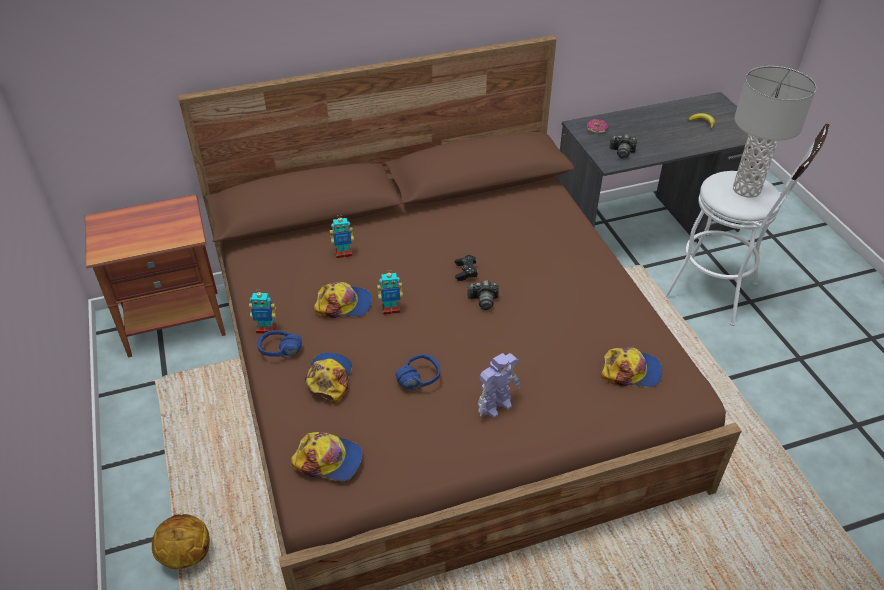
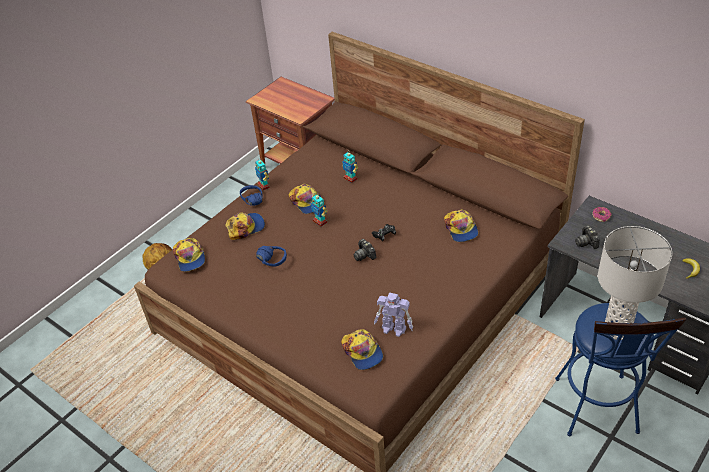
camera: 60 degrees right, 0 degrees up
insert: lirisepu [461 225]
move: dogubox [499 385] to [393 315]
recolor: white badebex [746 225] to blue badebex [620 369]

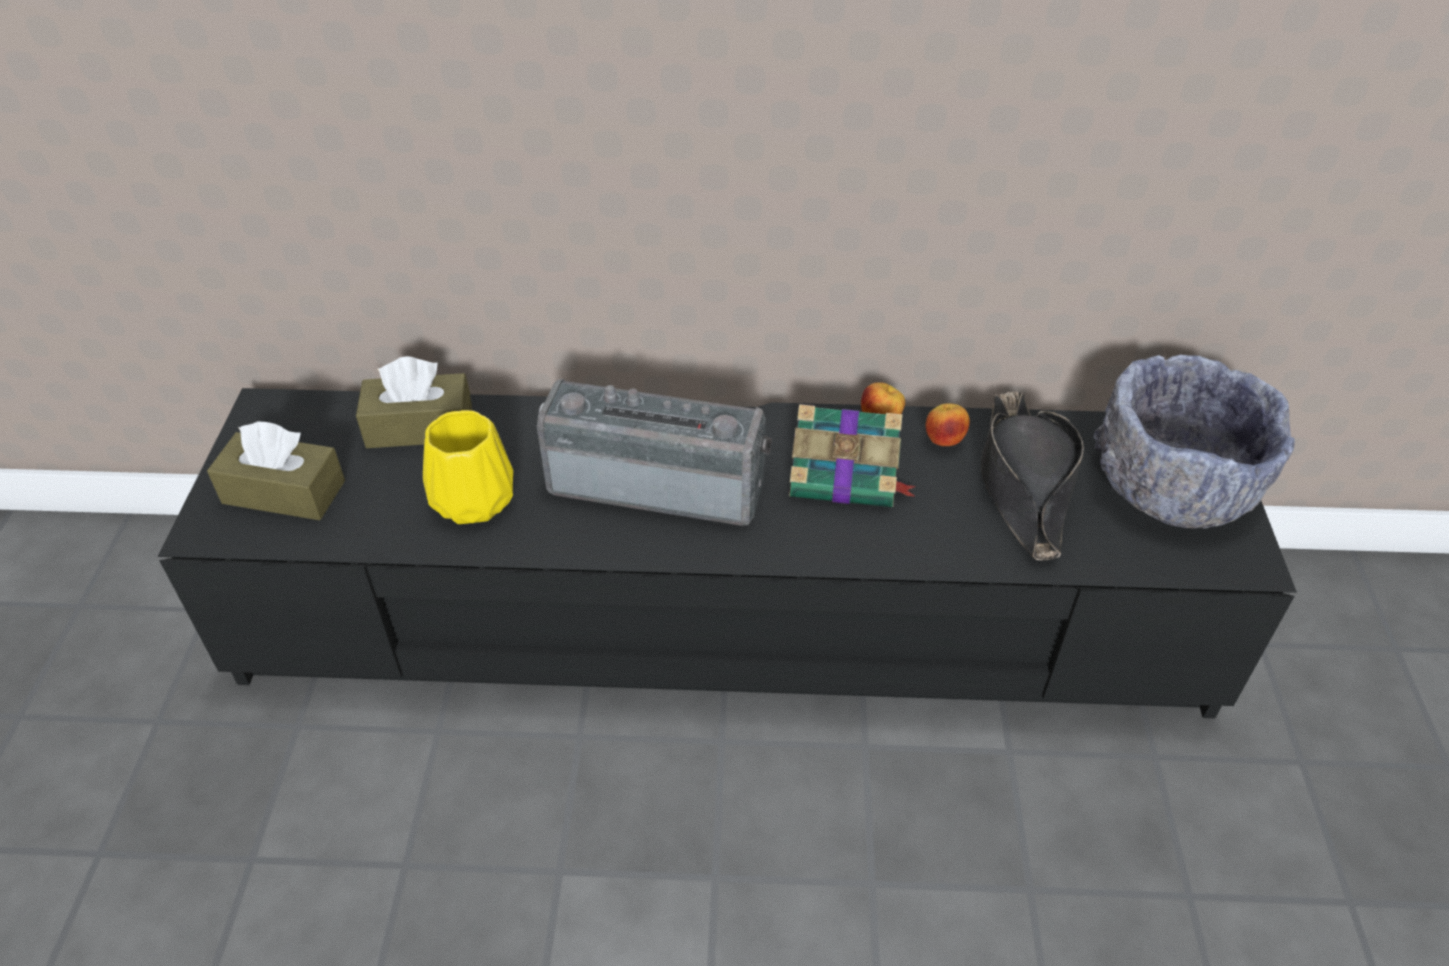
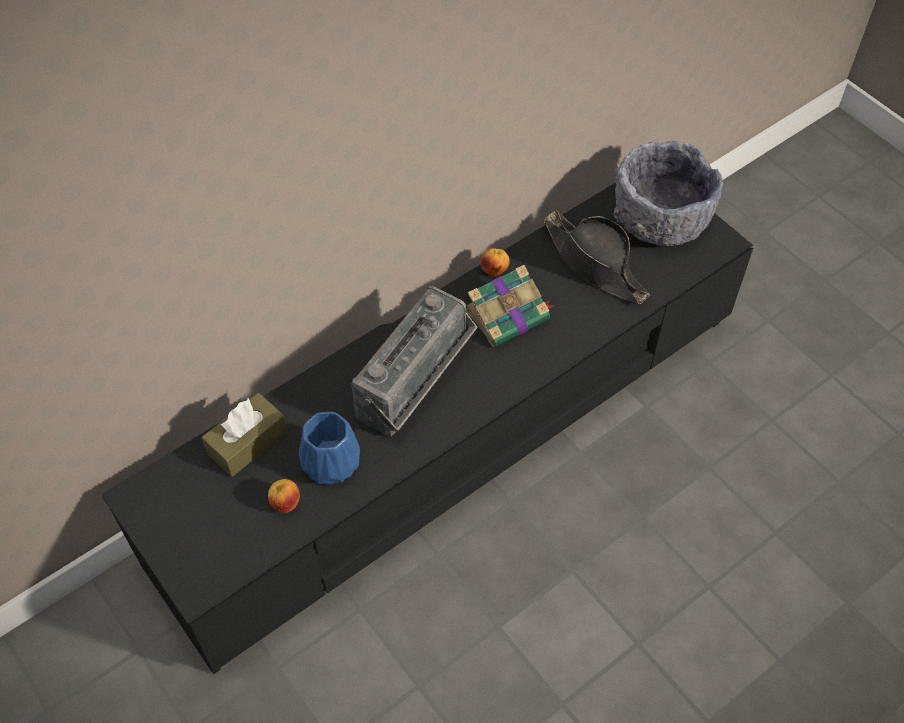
camera: 40 degrees left, 10 degrees up
delete: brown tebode [276 470]
move: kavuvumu [947 425] to [284 496]
recolor: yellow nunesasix [468 467] to blue nunesasix [329 448]
rotate: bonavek [654 452] = [414 361] 150 degrees clockwise

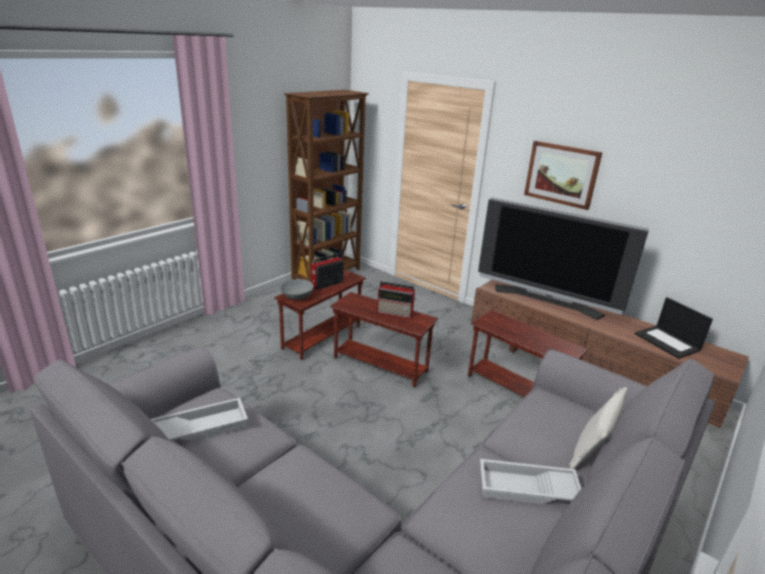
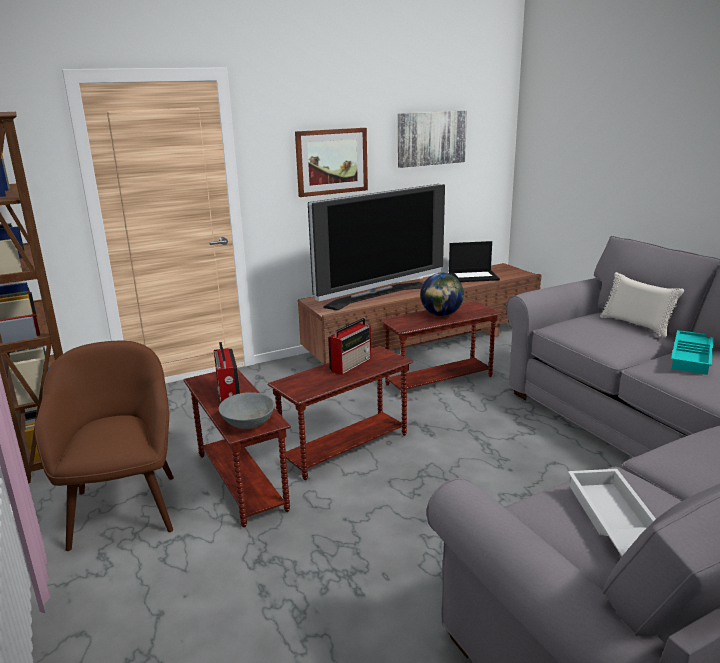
camera: 65 degrees left, 5 degrees down
insert: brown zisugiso [104 446]; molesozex [432 139]; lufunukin [442 294]
recolor: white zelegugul [530 481] to turquoise zelegugul [692 352]

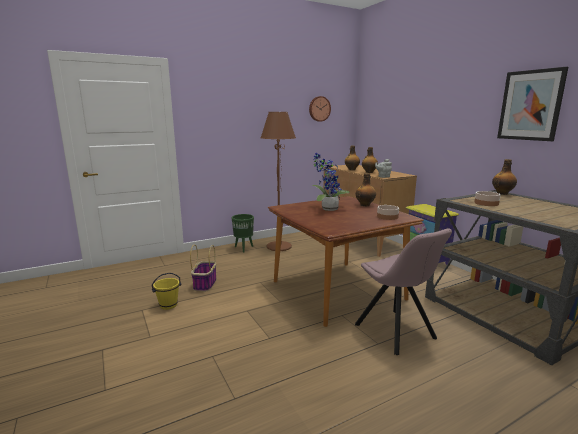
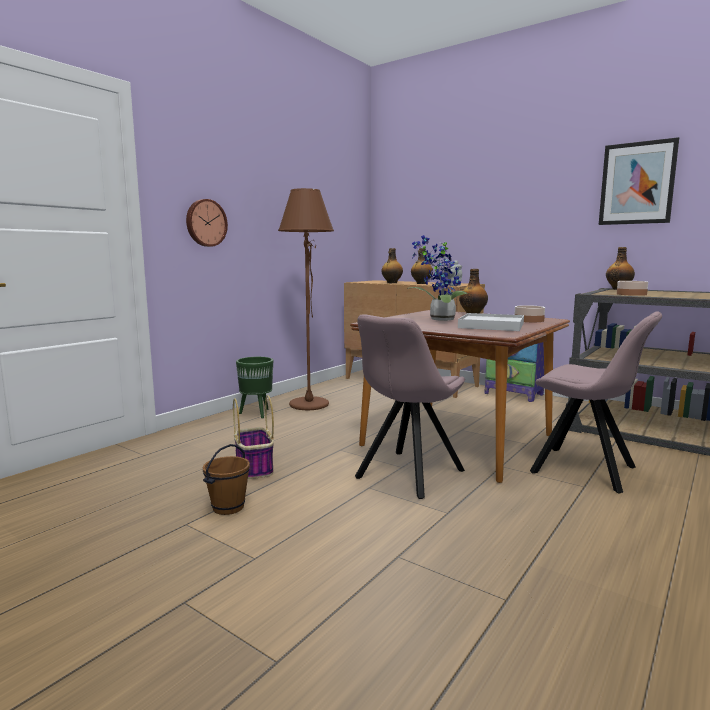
camera: 25 degrees left, 5 degrees down
insert: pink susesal [410 406]; white zelegugul [491 322]
move: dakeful [320 109] to [207 223]
recolor: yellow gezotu [166 291] to brown gezotu [226 479]

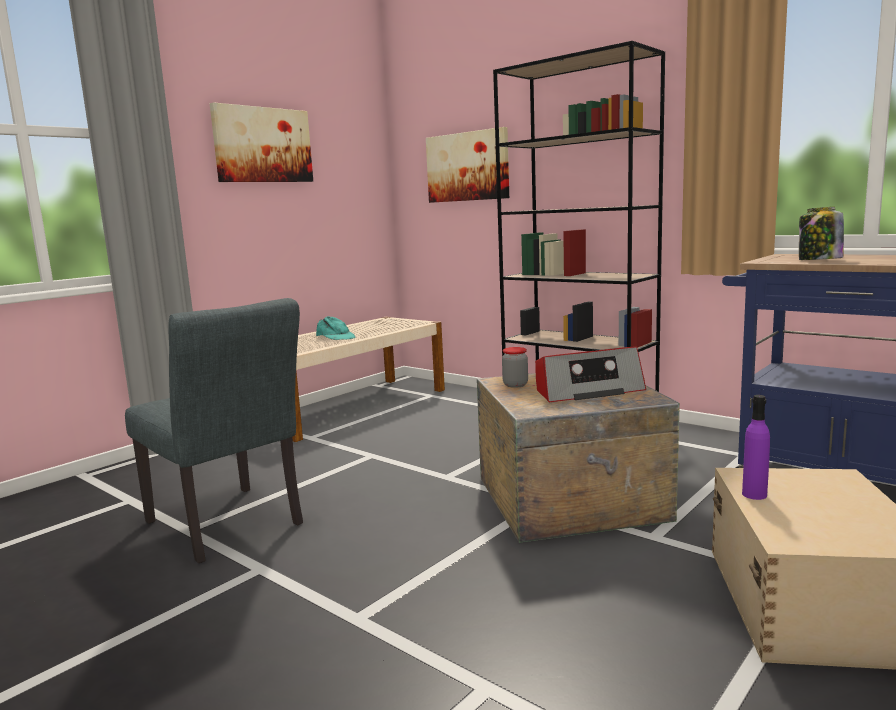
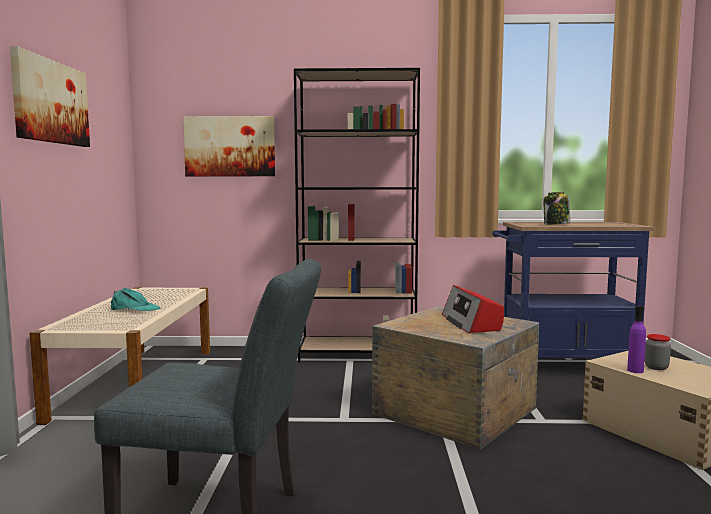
camera: 40 degrees left, 5 degrees down
move: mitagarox [515 367] to [657 352]
rotate: bonavek [590 374] = [473 309] 135 degrees clockwise

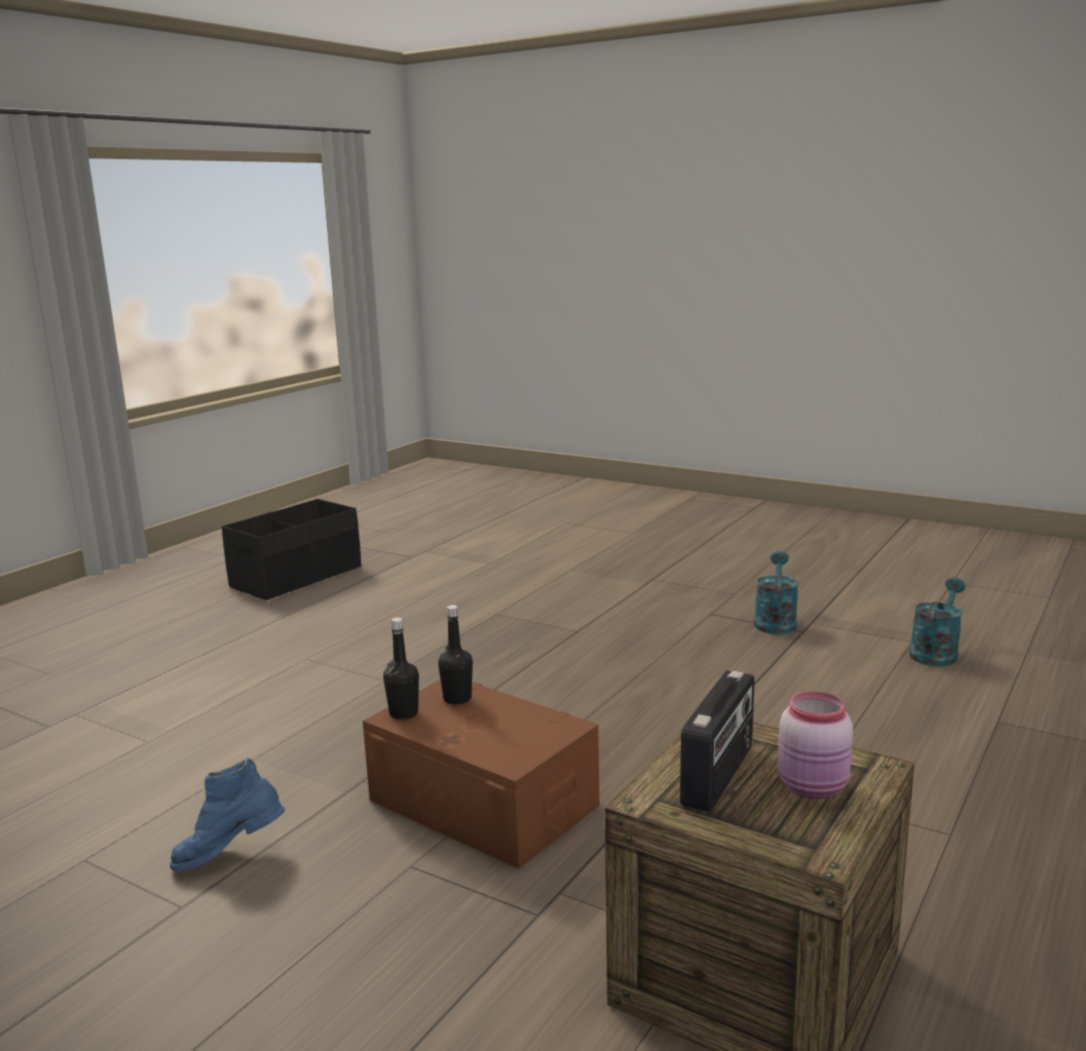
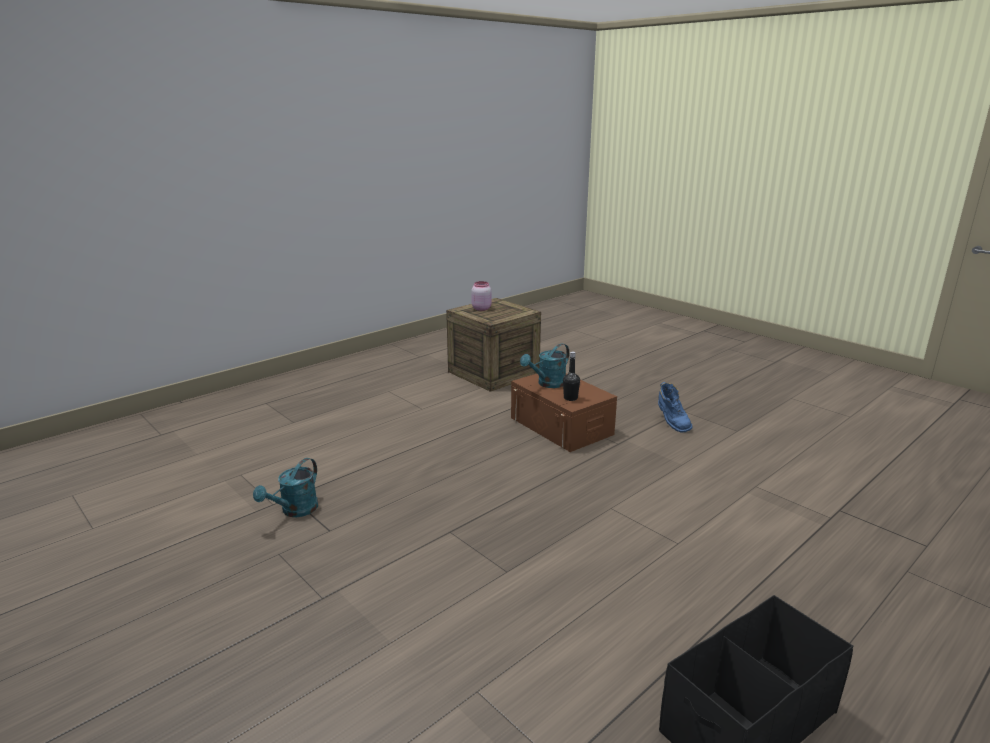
camera: 165 degrees left, 5 degrees up
delete: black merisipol [401 669]; bonavek [717 741]
move: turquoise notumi [937 622] to [544 365]
rotate: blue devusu [227 814] = [675 407] 75 degrees clockwise

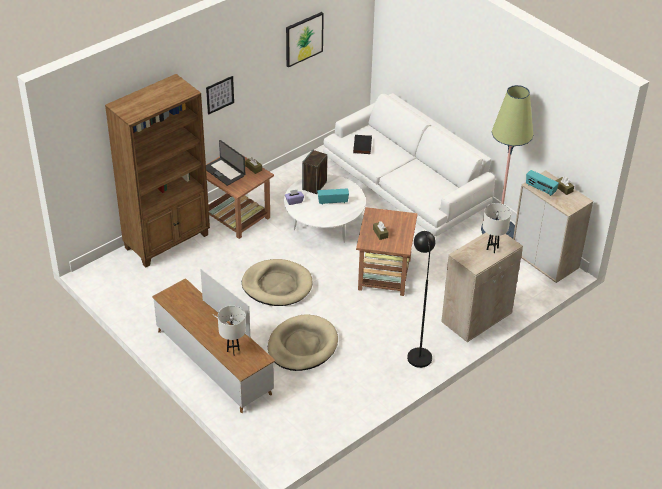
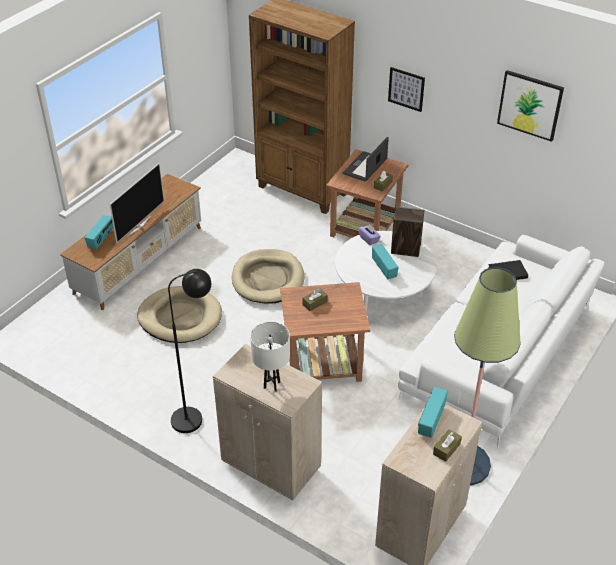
camera: 75 degrees right, 0 degrees up
replace: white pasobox [232 330] to bonavek [99 232]

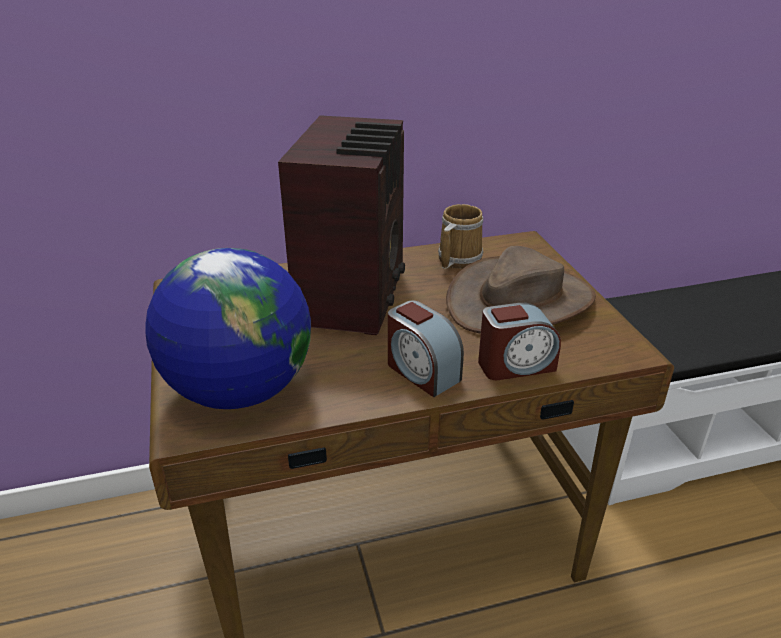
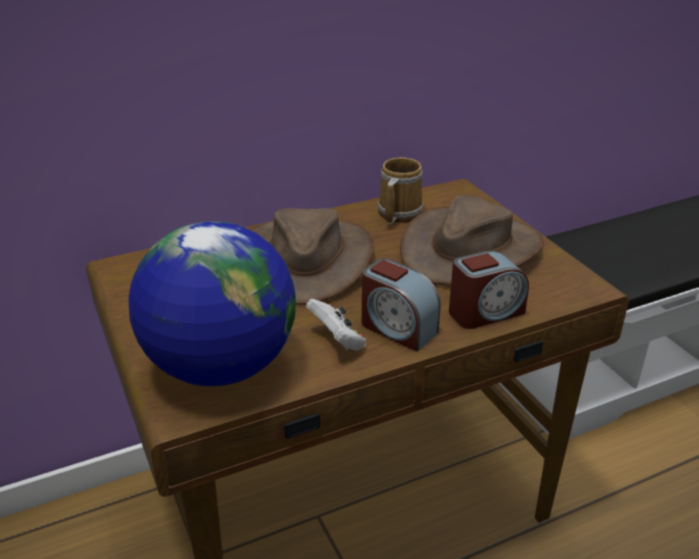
camera: 10 degrees left, 0 degrees up
insert: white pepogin [336 325]
replace: bonavek [341 225] to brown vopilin [311 256]

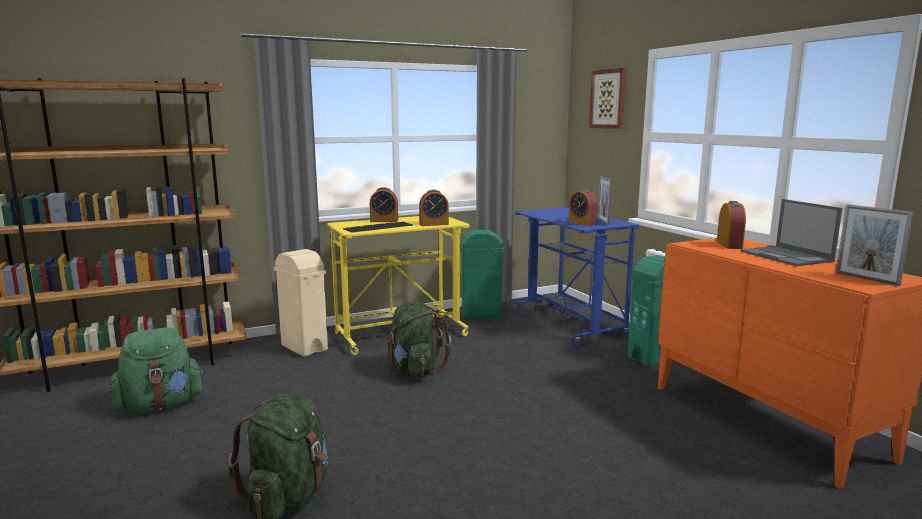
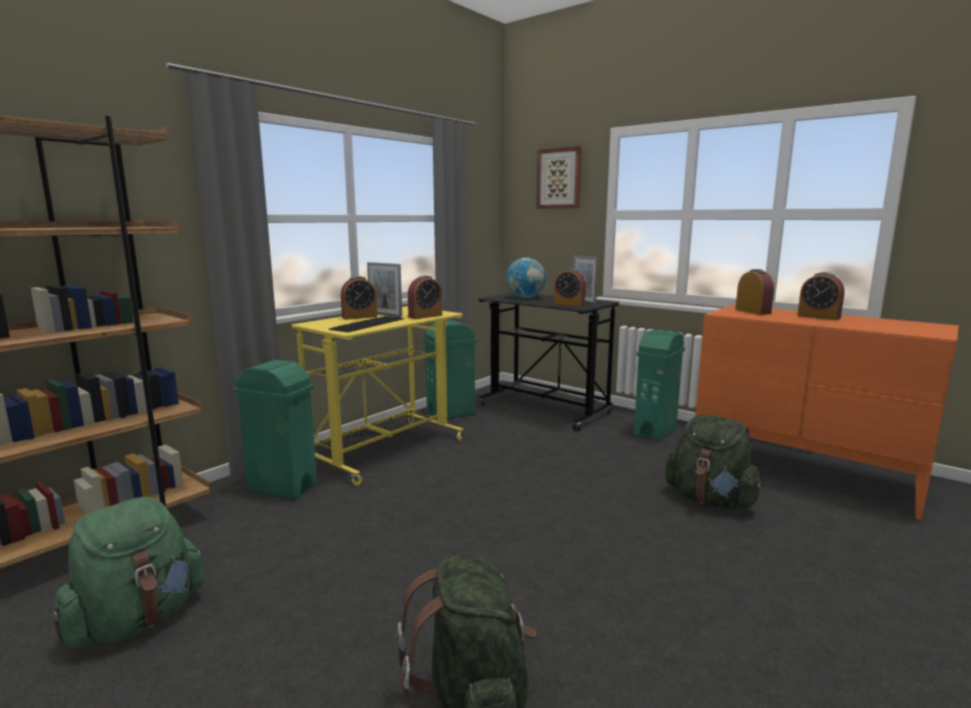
camera: 25 degrees left, 0 degrees up
insert: lufunukin [526 278]
move: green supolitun [417 339] to [713 461]; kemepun [875 245] to [384 289]
replace: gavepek [791 232] to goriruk [820 296]
recolor: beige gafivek [301 303] to green gafivek [275 430]; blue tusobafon [576 277] to black tusobafon [548 362]

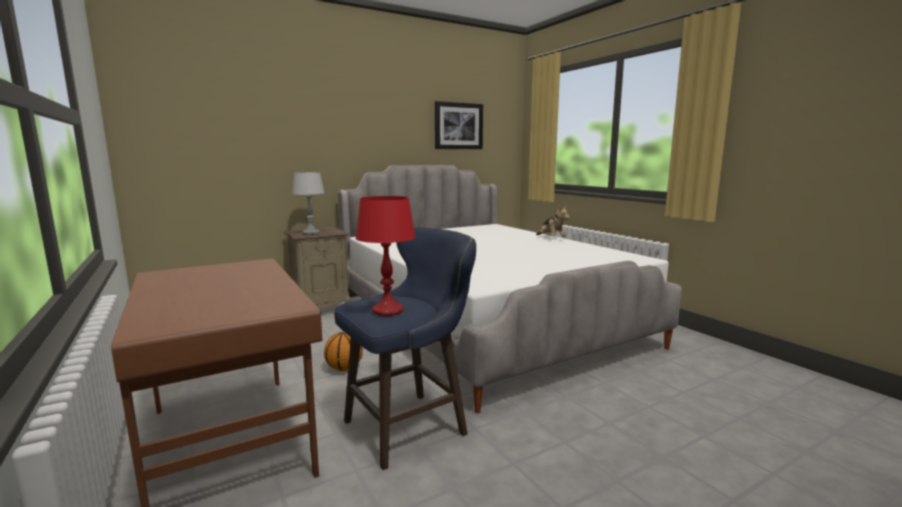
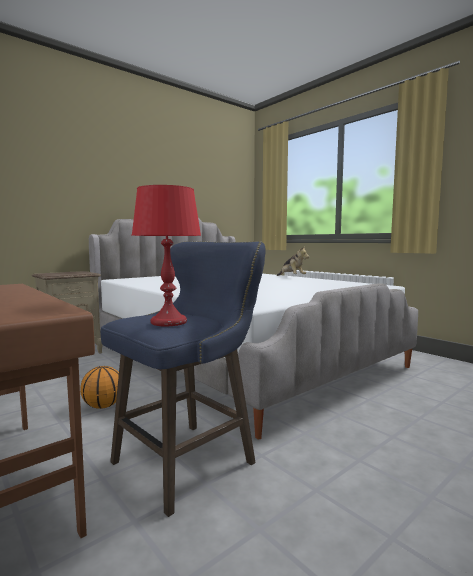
camera: 10 degrees left, 5 degrees down
delete: grey pasobox [308 203]; molesozex [459 125]

